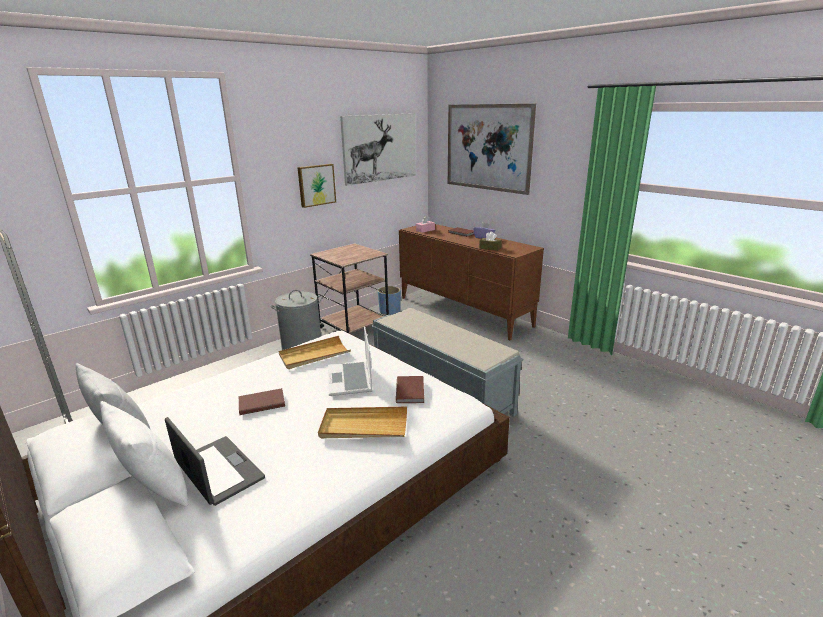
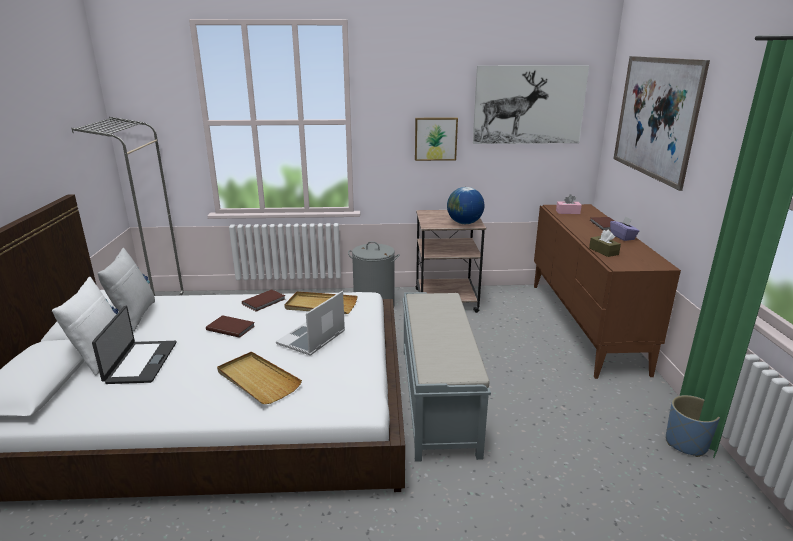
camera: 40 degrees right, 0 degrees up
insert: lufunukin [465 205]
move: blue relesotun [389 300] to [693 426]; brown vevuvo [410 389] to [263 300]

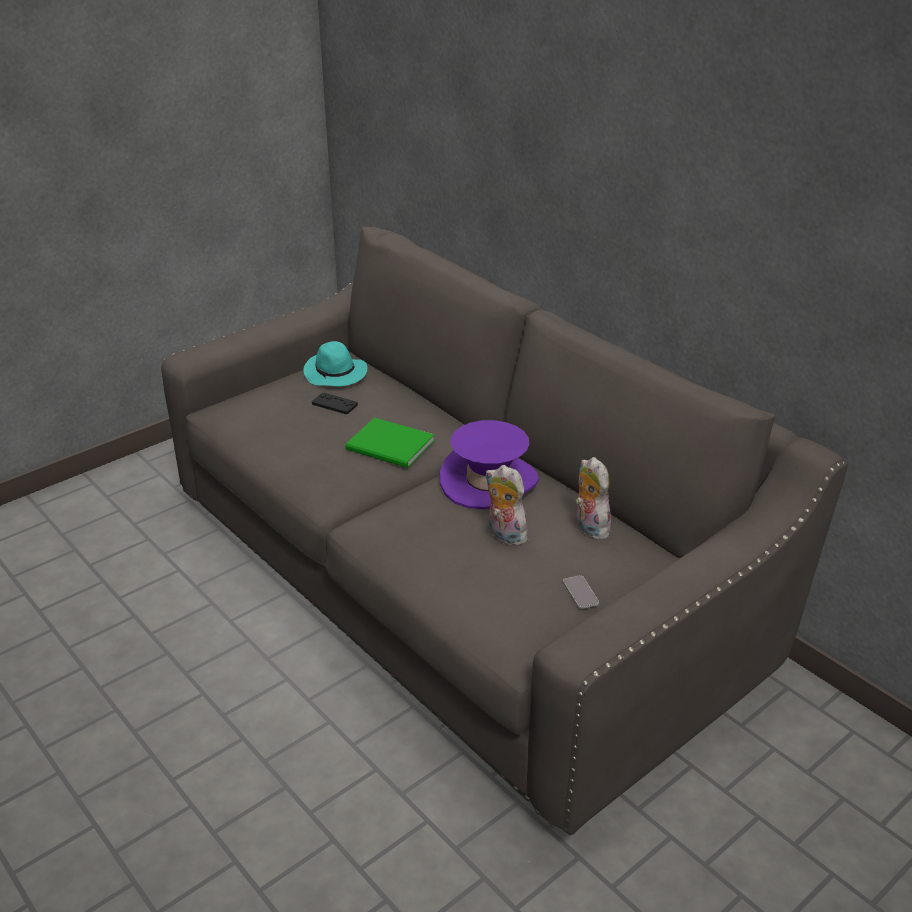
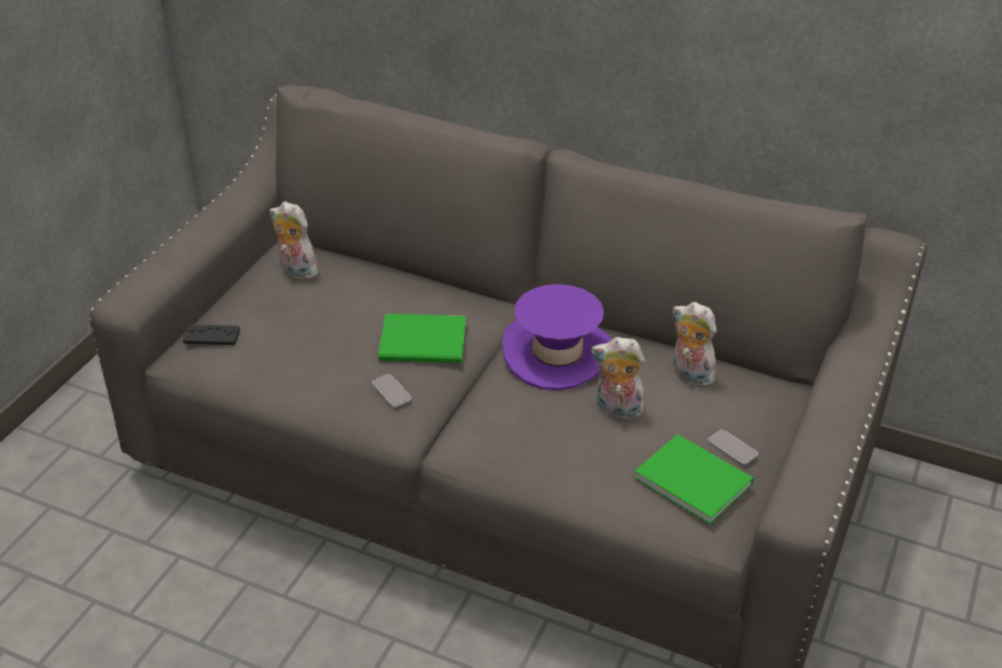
camera: 25 degrees left, 5 degrees up
insert: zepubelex [391 390]; green vevuvo [694 479]
move: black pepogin [335 403] to [211 334]
replace: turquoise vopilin [335 364] to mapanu [294 240]

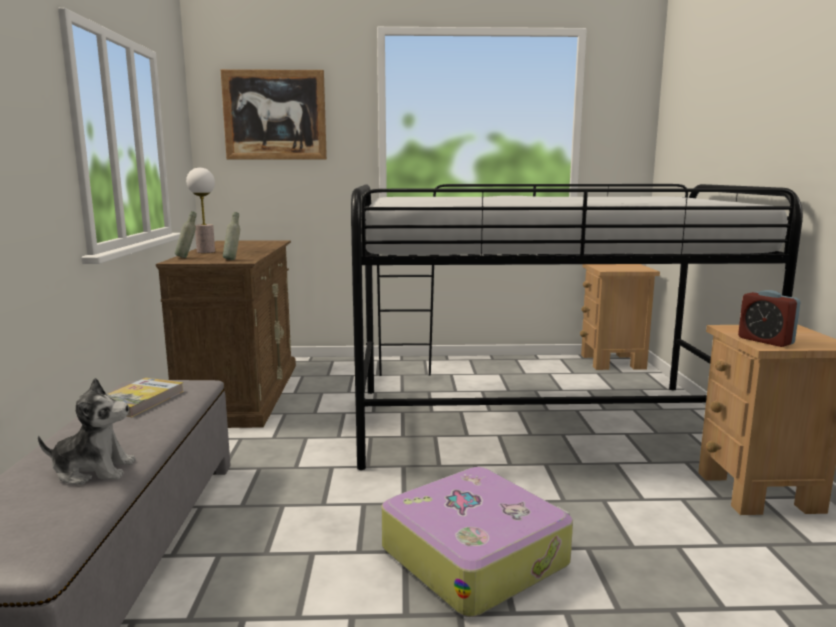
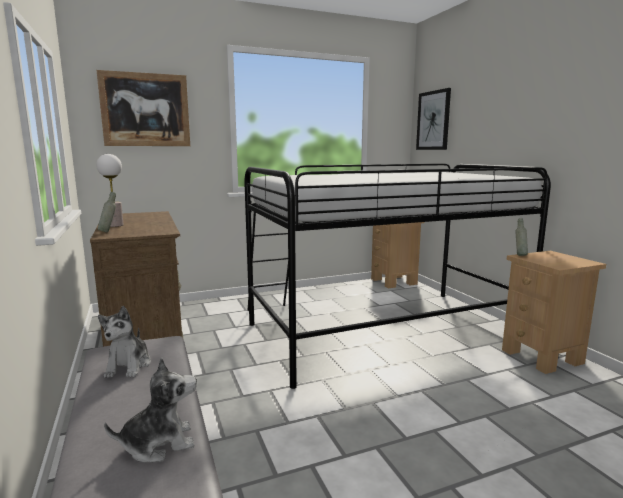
camera: 20 degrees left, 0 degrees up
delete: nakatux [477 542]; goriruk [769 318]
insert: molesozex [433 119]
move: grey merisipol [231 236] to [522 237]
replace: vevuvo [145 397] to mapanu [124 342]

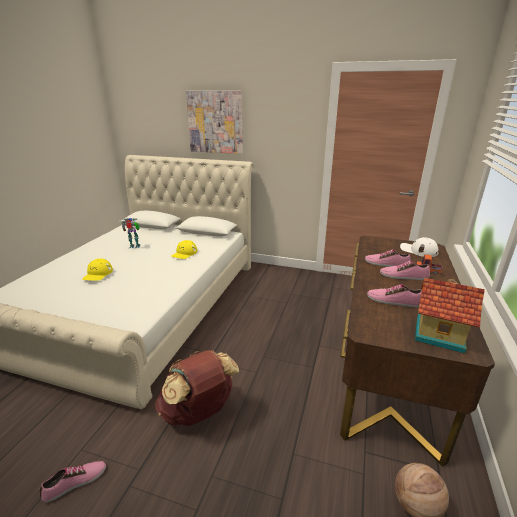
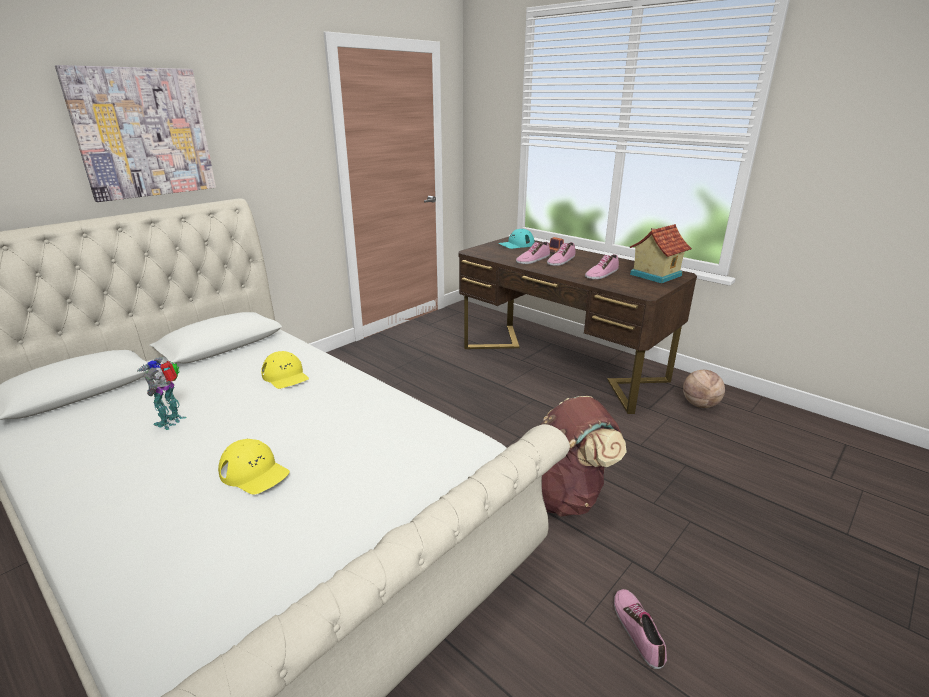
camera: 65 degrees left, 0 degrees up
recolor: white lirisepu [419 247] to turquoise lirisepu [516 239]

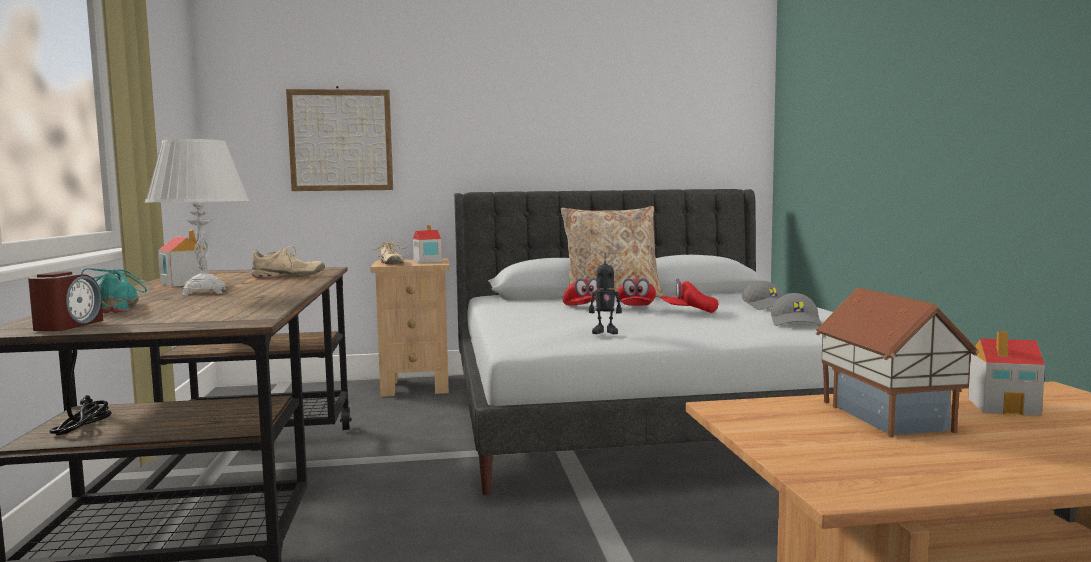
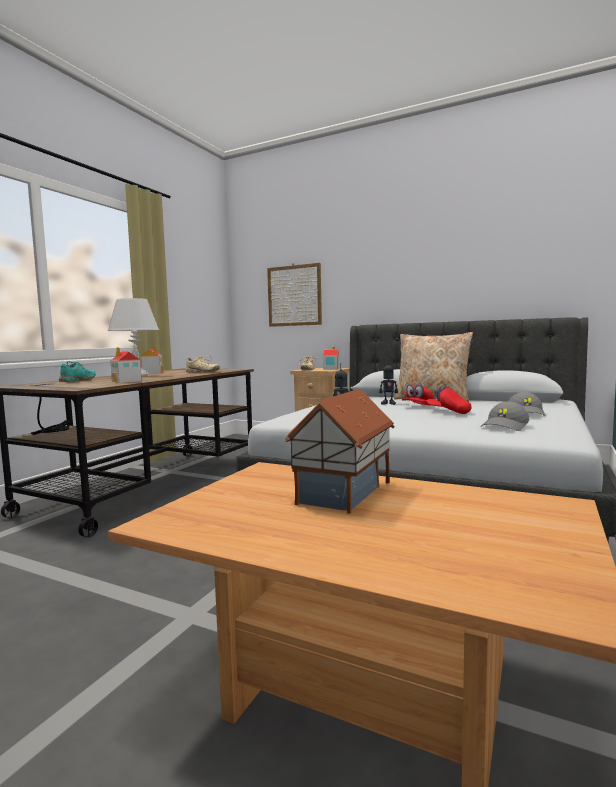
camera: 35 degrees right, 0 degrees up
delete: goriruk [65 301]
move: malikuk [1006 373] to [126 365]
replace: red lirisepu [581 291] to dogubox [388 382]

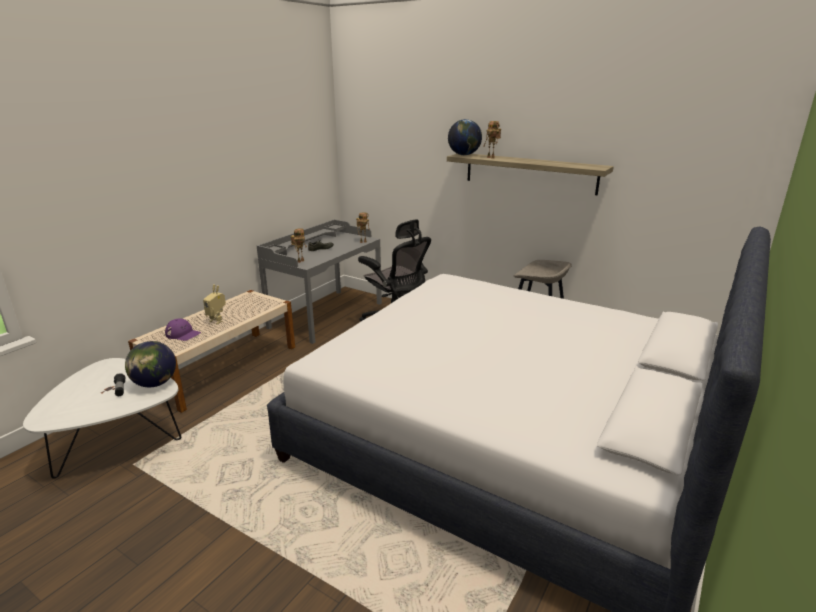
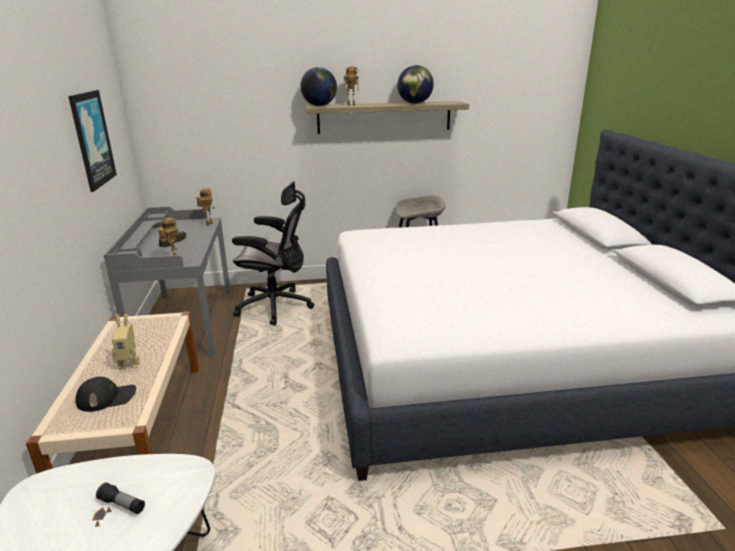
camera: 40 degrees left, 0 degrees up
insert: molesozex [92 141]
move: lufunukin [150 364] to [415 84]
recolor: purple lirisepu [183 330] to black lirisepu [105 394]

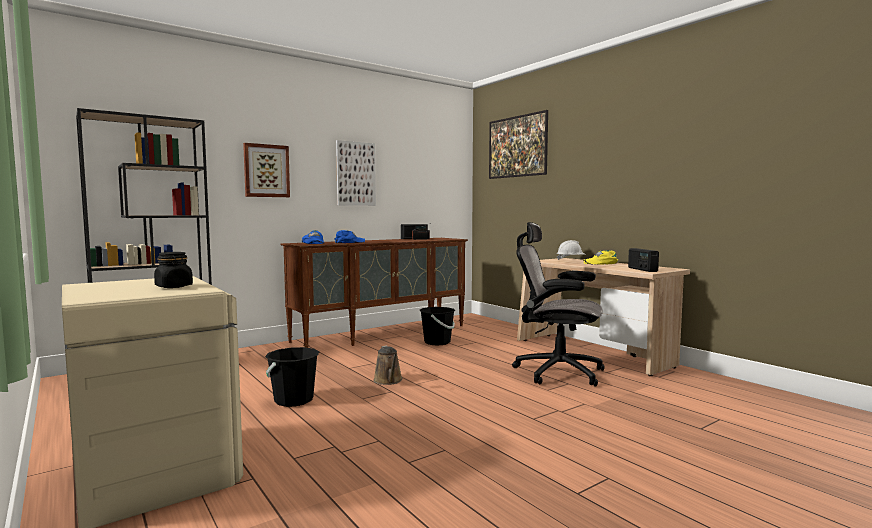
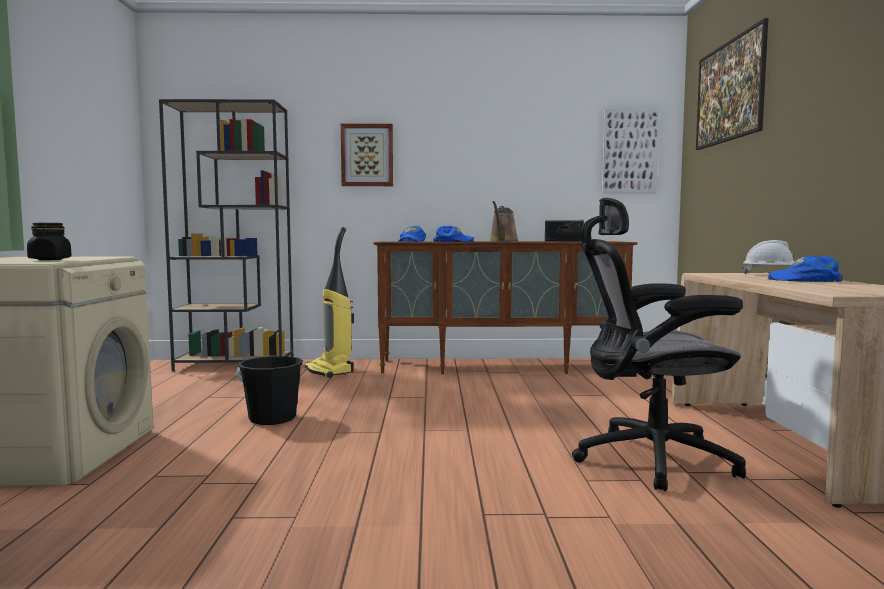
camera: 35 degrees right, 0 degrees up
delete: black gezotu [437 326]; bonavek [643 260]
insert: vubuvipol [329 302]
move: molesozex [356 173] to [630 151]; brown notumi [388 365] to [503 221]
recolor: yellow lirisepu [600 257] to blue lirisepu [805 269]
rotate: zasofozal [558 304] = [659 344] 60 degrees counterclockwise

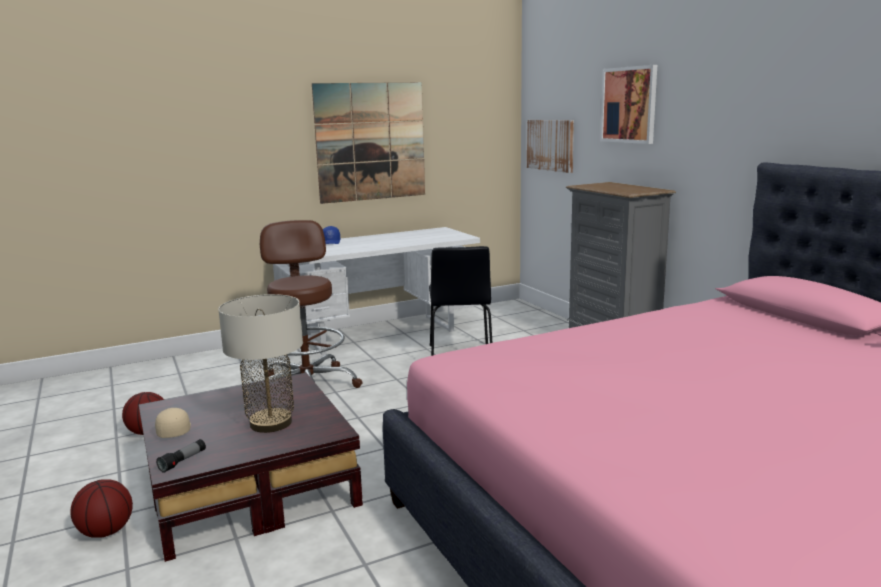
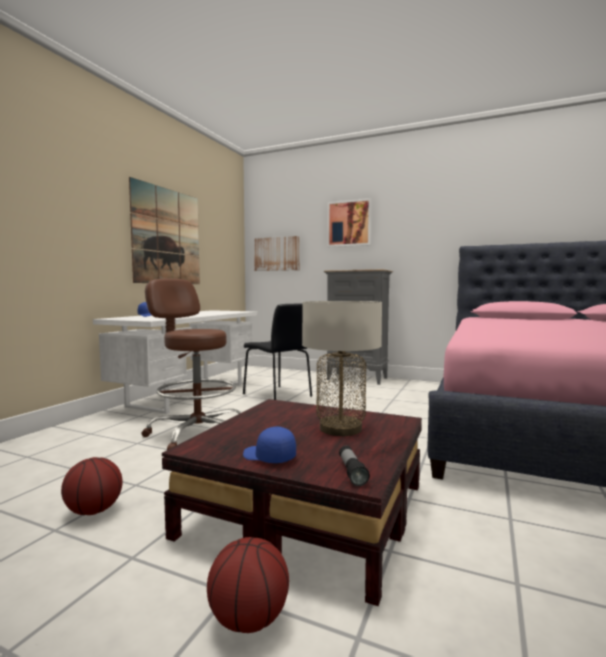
camera: 40 degrees left, 10 degrees down
recolor: beige lirisepu [173 423] to blue lirisepu [269 445]

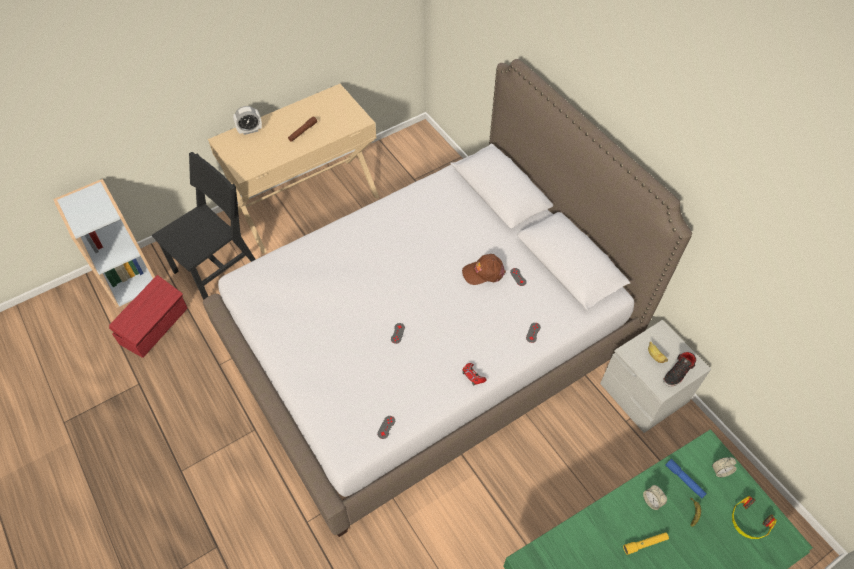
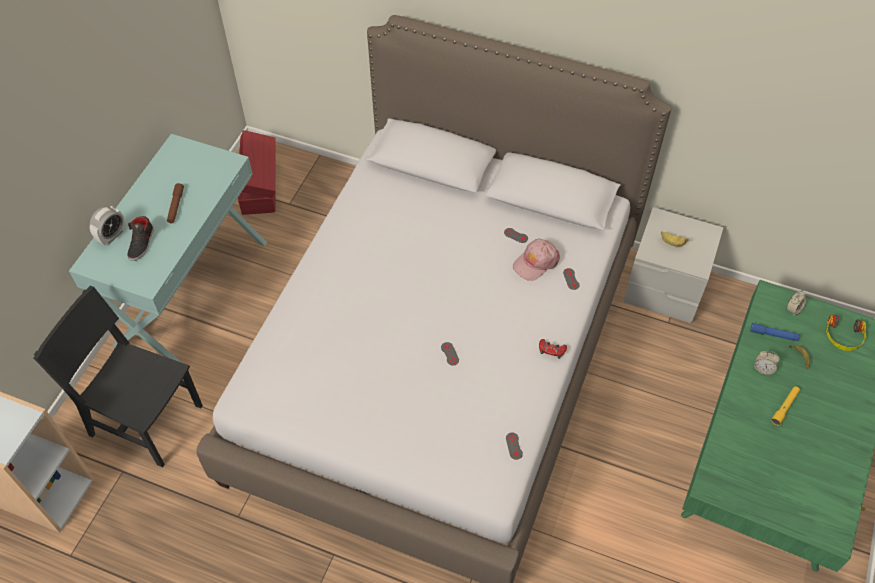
camera: 35 degrees left, 0 degrees up
delete: brown lirisepu [484 269]
insert: pink lirisepu [536 260]
move: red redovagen [148 316] to [257 172]; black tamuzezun [679 369] to [140 238]
recolor: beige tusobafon [293 169] to turquoise tusobafon [168 252]
rotate: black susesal [204 226] = [118 376] 75 degrees counterclockwise

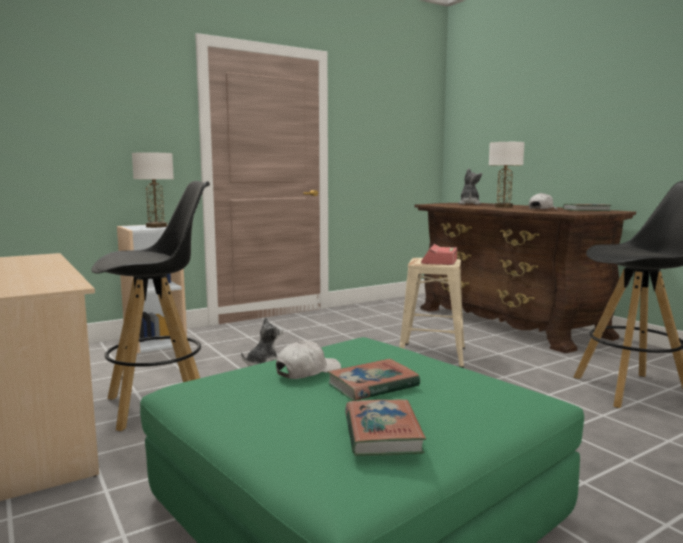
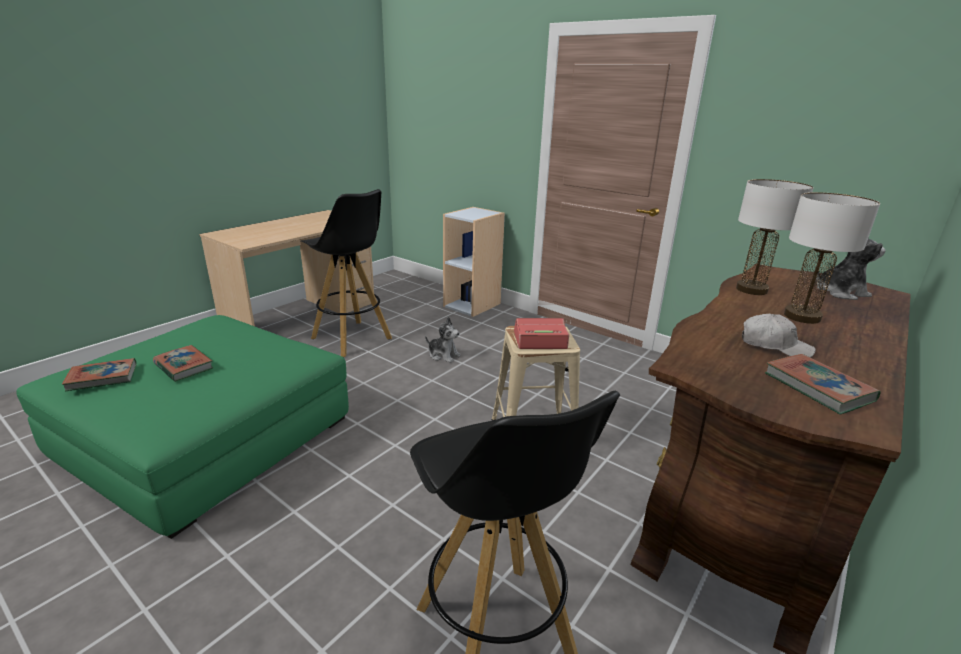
camera: 70 degrees right, 15 degrees up
delete: white lirisepu [308 360]
move: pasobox [153 190] to [775 237]

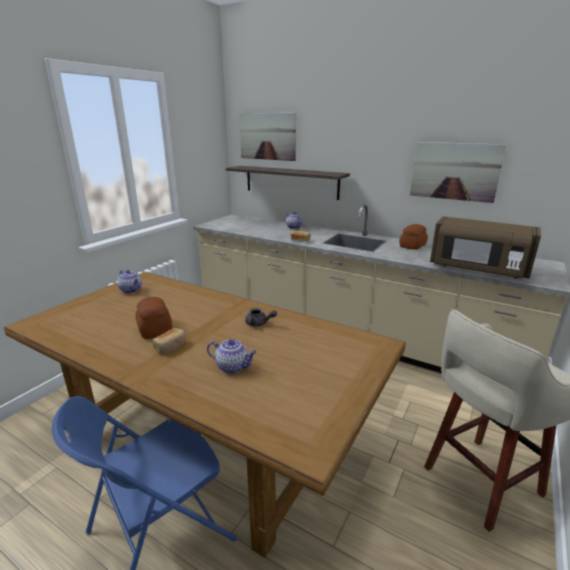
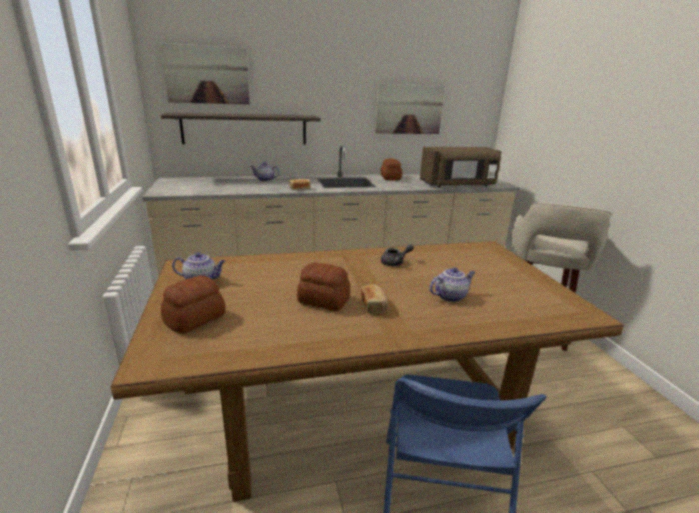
camera: 45 degrees left, 0 degrees up
insert: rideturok [193 304]

